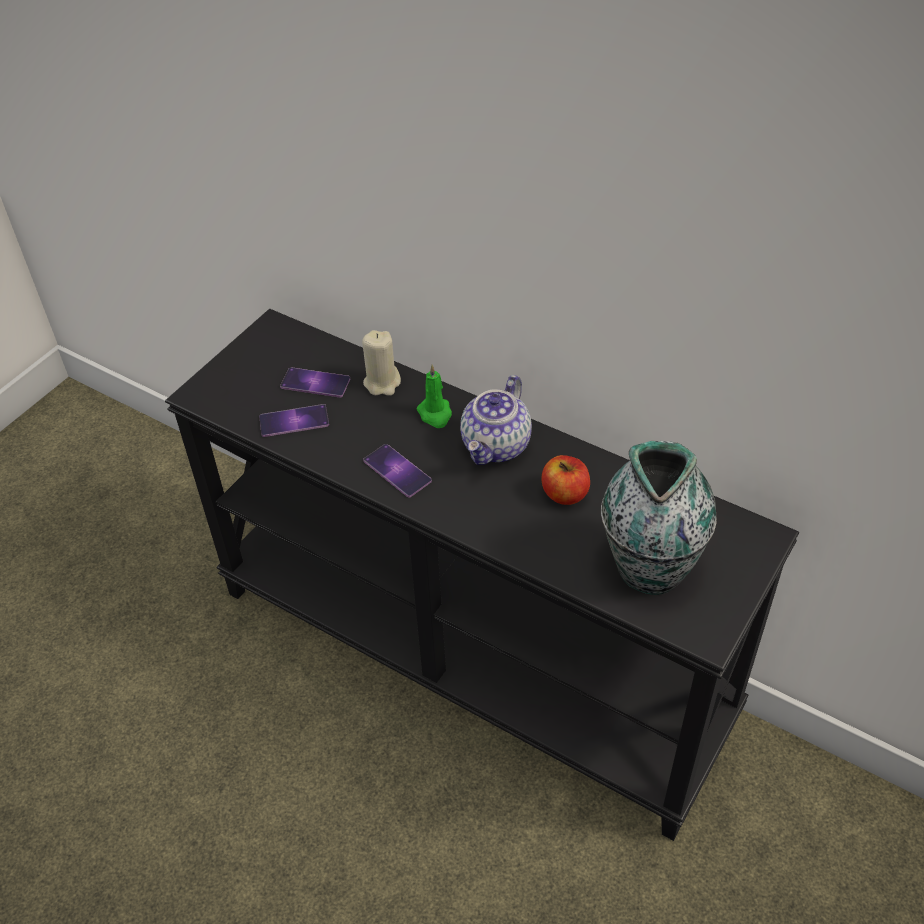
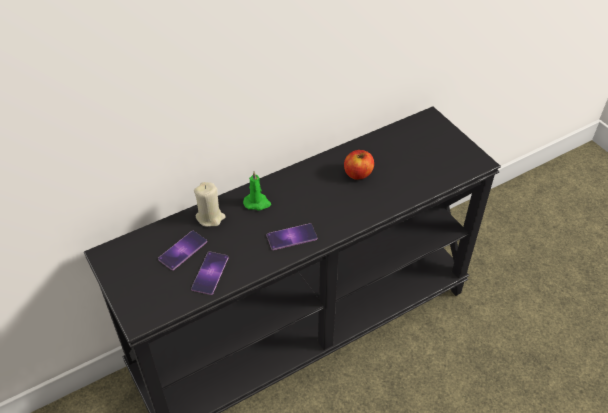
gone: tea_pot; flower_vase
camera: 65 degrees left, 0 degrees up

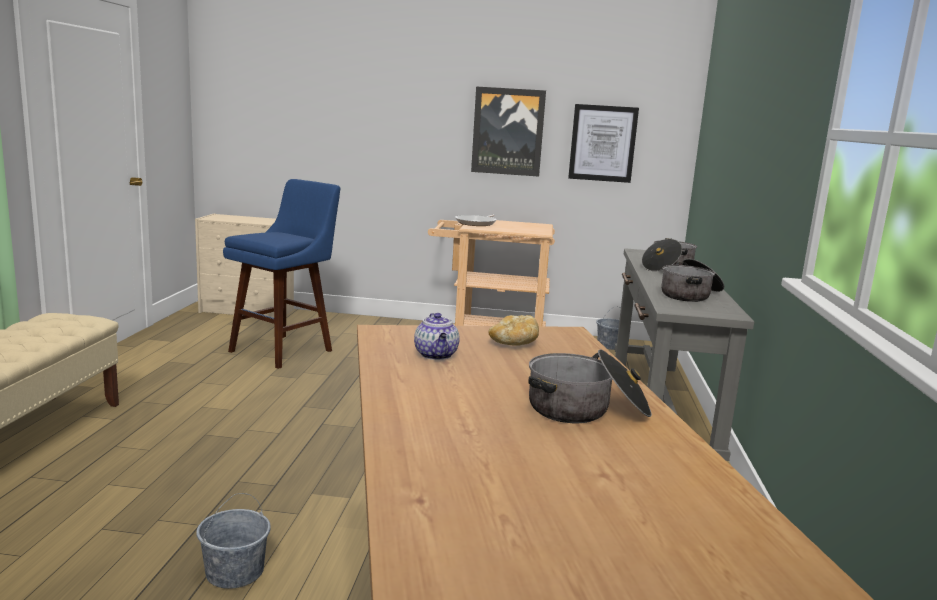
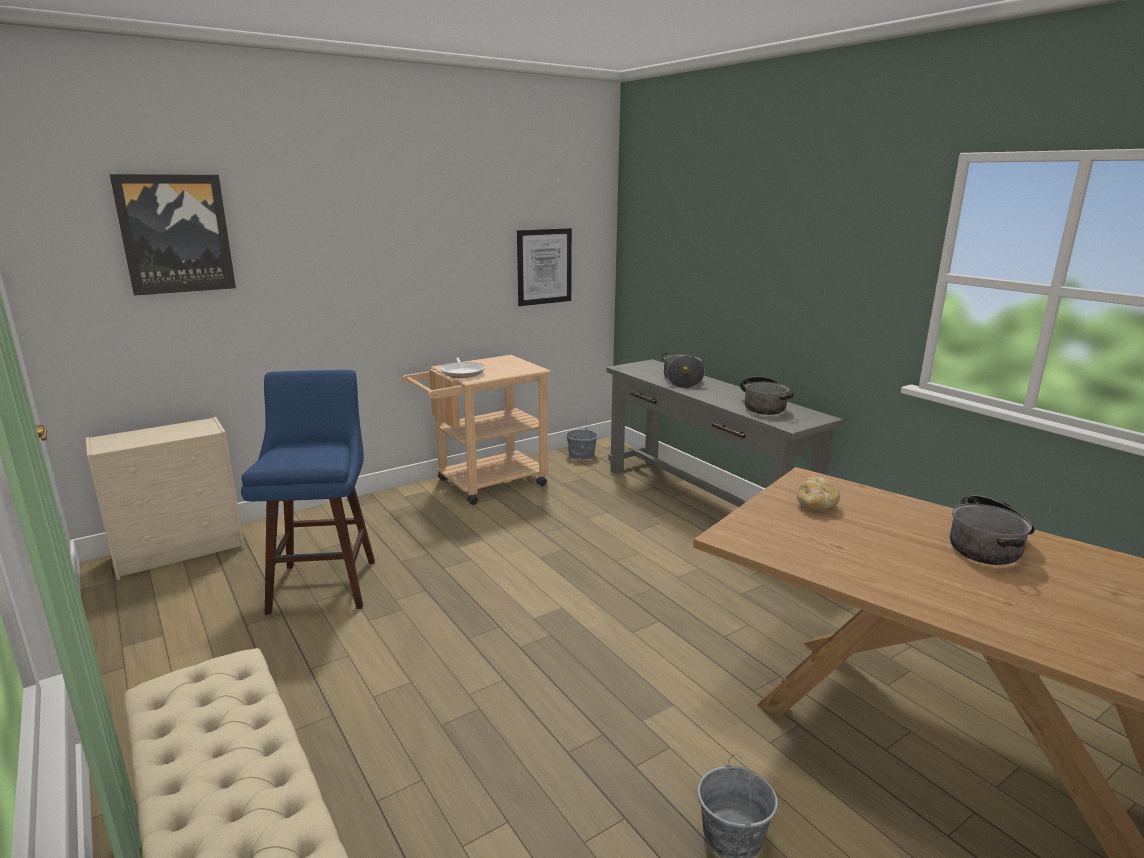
gone: tea_pot
shifted: wall_art (no. 1 from left)
camera: 40 degrees left, 5 degrees up

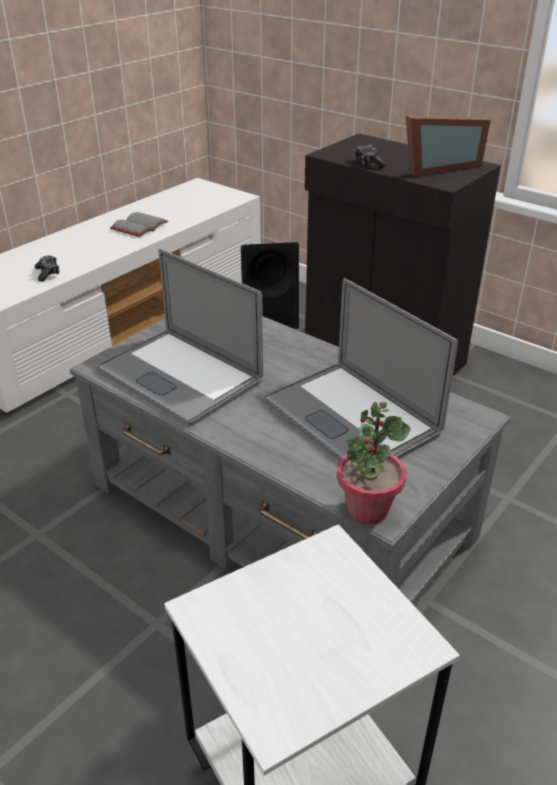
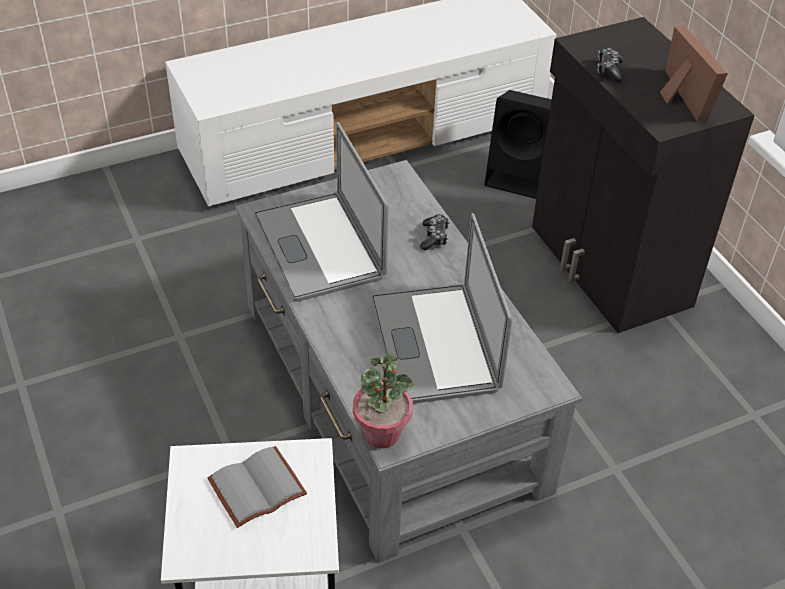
shifted: game_controller (no. 1 from left); gray_volume
rotated: standing_frame 105 degrees counterclockwise
camera: 25 degrees right, 10 degrees up

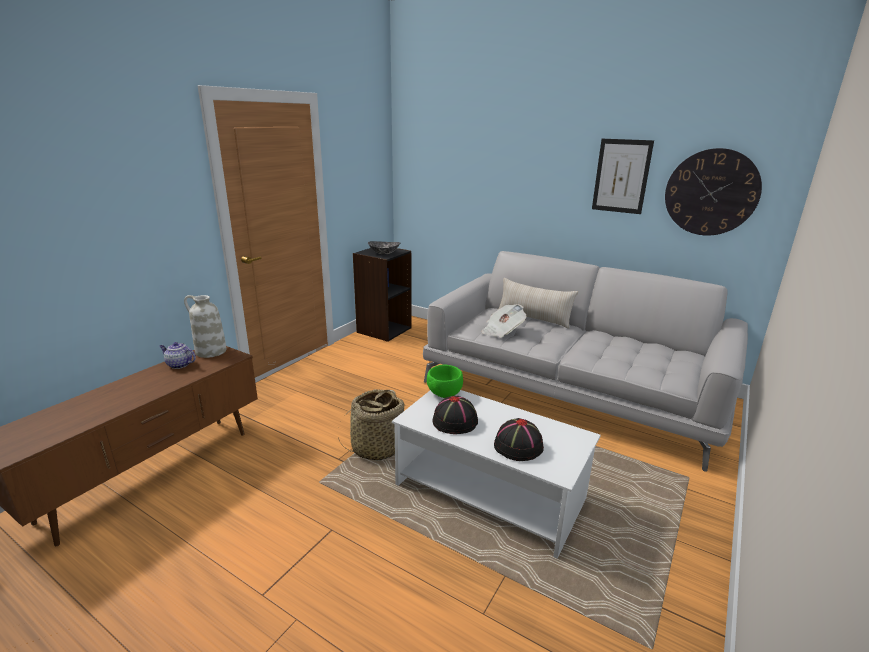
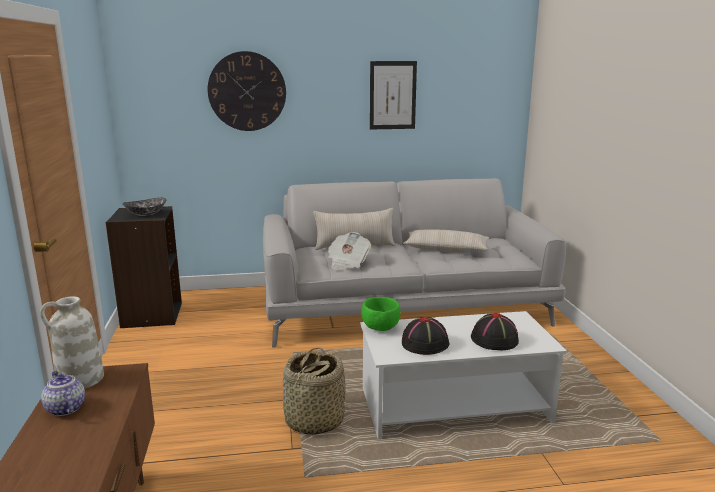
new: beige-coloured_throw_pillow (no. 2 from left)
shifted: clock_on_the_wall
rotated: tea_pot 75 degrees clockwise
camera: 40 degrees left, 5 degrees down

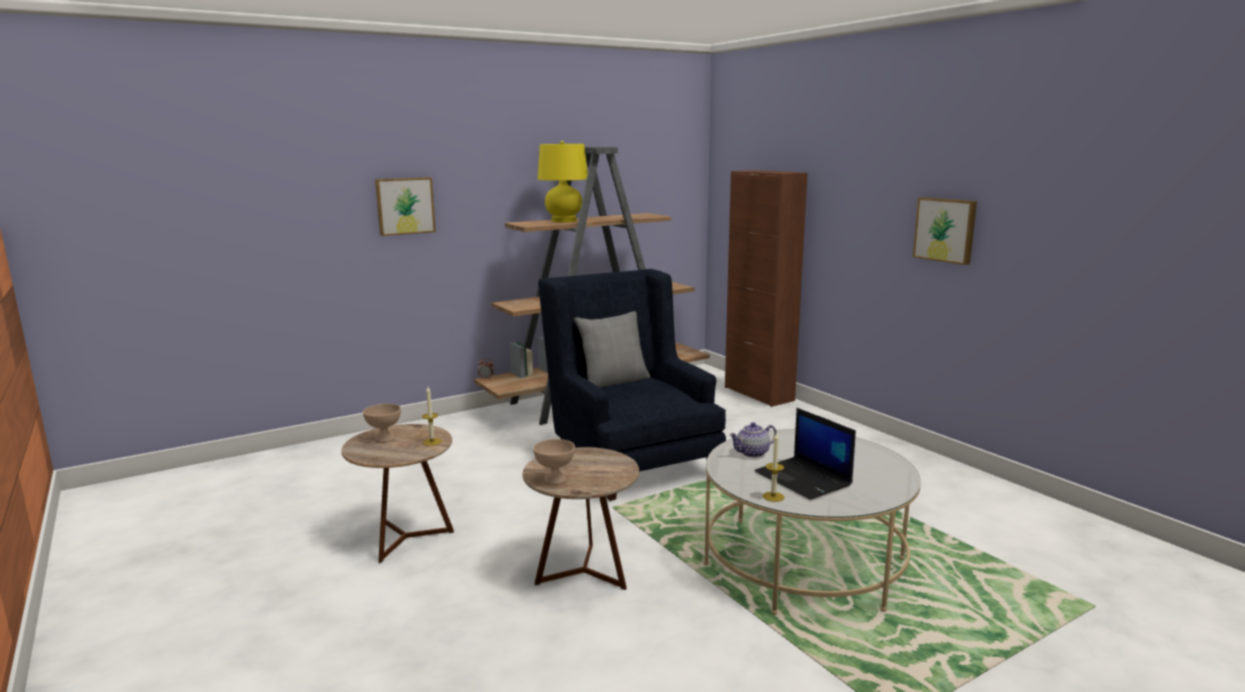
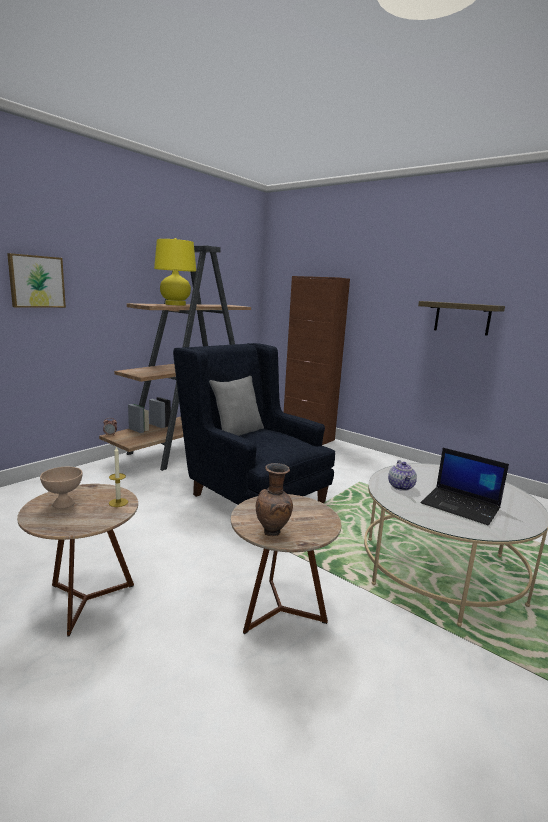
gone: wax_light (no. 2 from left)
swapped: beige-coloured_bowl (no. 2 from left) to brown_flower_vase; wall_art (no. 2 from left) to wall_shelf
rotated: tea_pot 45 degrees counterclockwise
camera: 20 degrees left, 0 degrees up

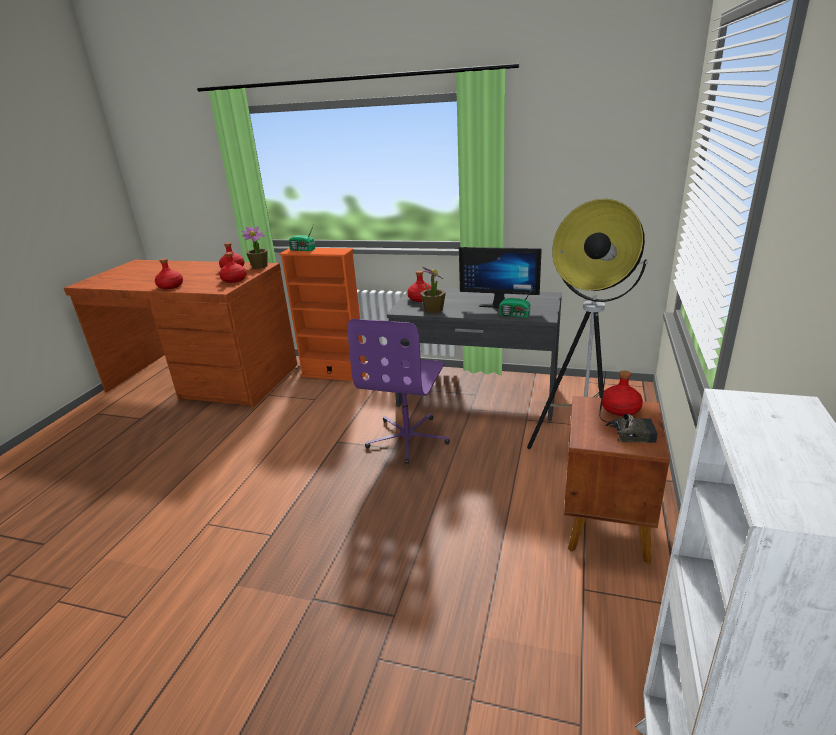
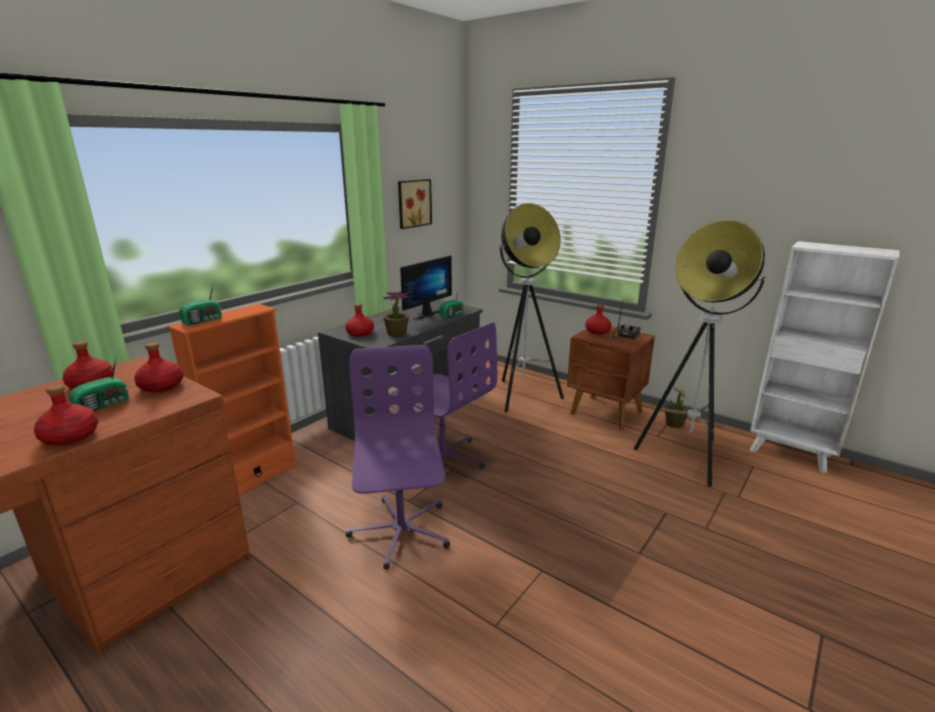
new: radio_receiver (no. 1 from left); purple_office_chair (no. 1 from left); wall_art; floor_lamp (no. 2 from left)
shifted: potted_plant (no. 1 from left in the first image) to potted_plant (no. 2 from left)
camera: 70 degrees left, 5 degrees down

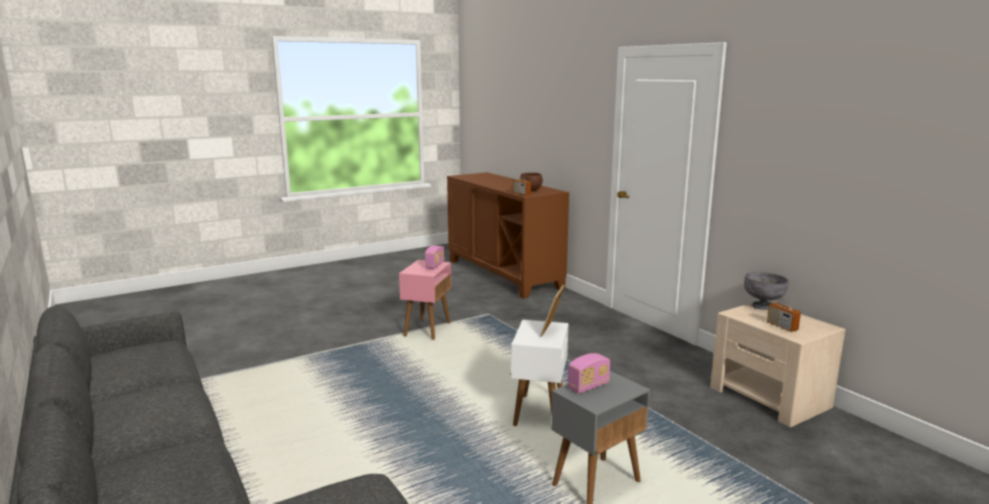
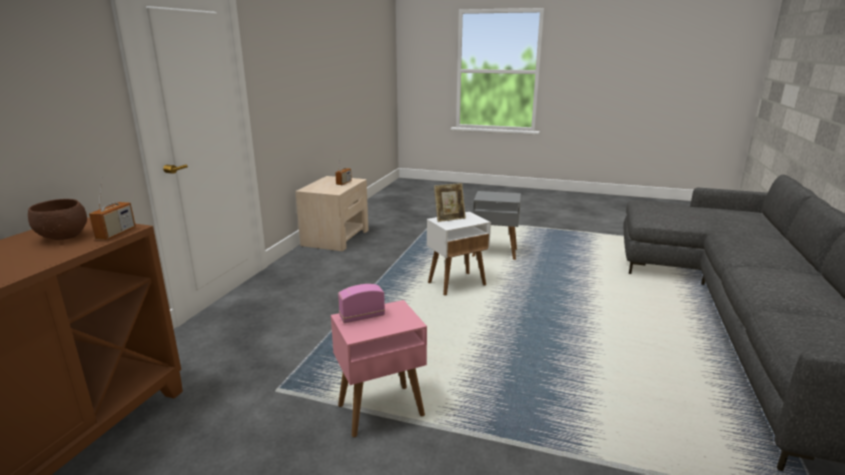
gone: radio_receiver (no. 3 from left); gray_bowl
camera: 130 degrees left, 5 degrees up

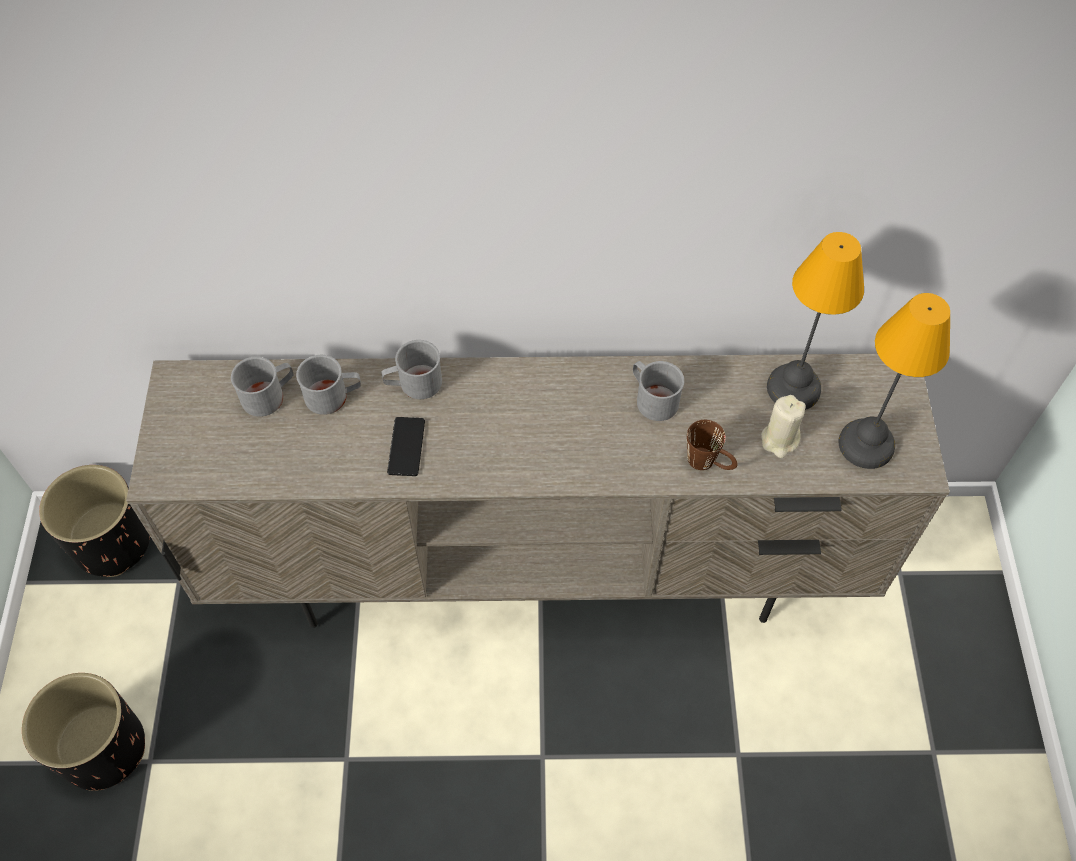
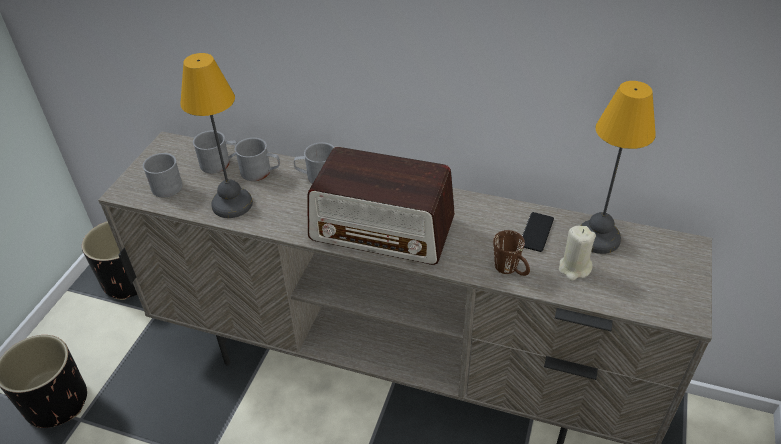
new: radio_receiver
shifted: telephone; gray_coffee_mug (no. 4 from left in the first image) to gray_coffee_mug (no. 1 from left); lamp_for_a_table (no. 2 from left in the first image) to lamp_for_a_table (no. 1 from left)
camera: 20 degrees right, 15 degrees down

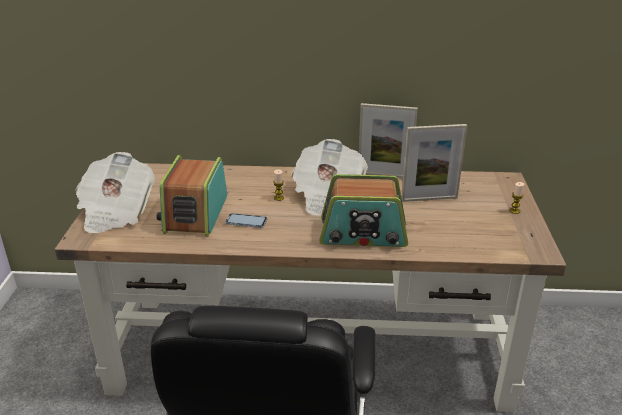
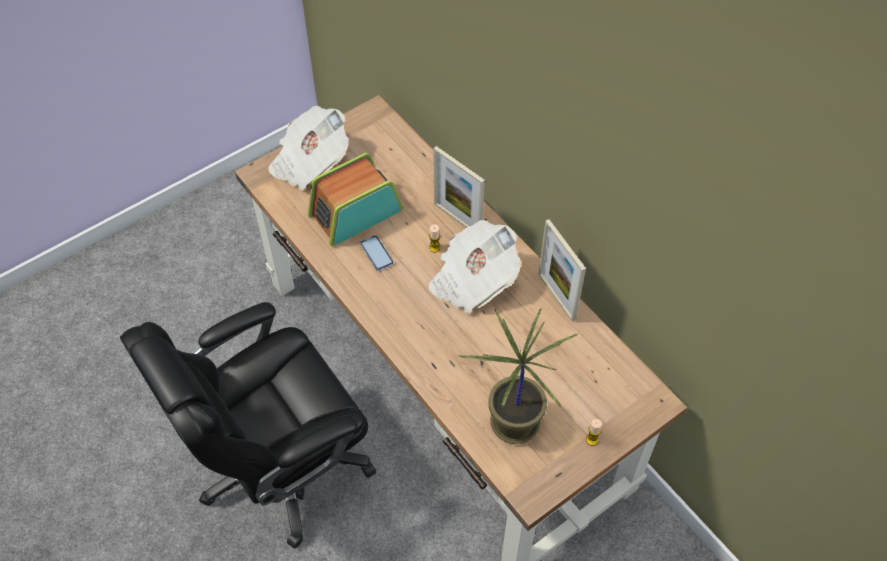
gone: radio_receiver (no. 2 from left)
new: potted_plant
shifted: standing_frame (no. 2 from left in the first image) to standing_frame (no. 1 from left)
camera: 50 degrees right, 25 degrees up

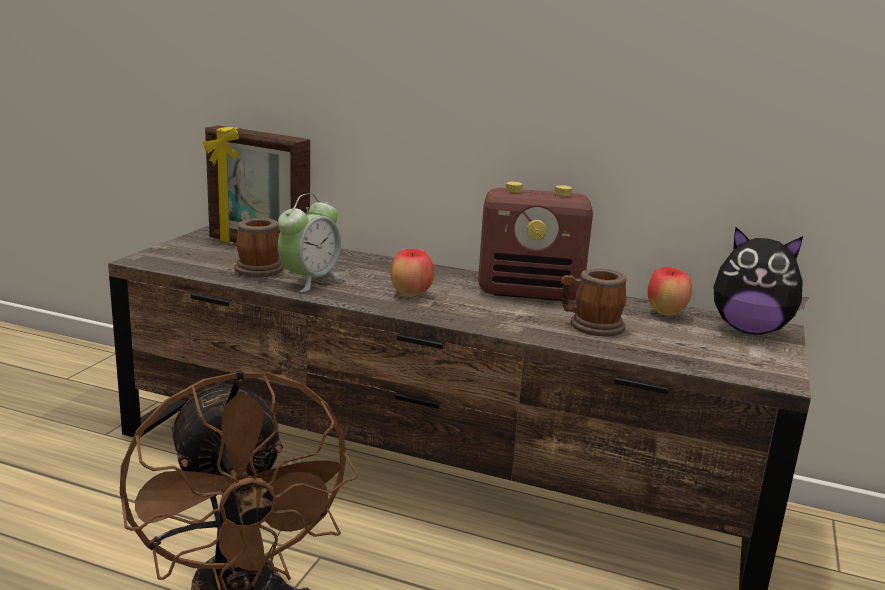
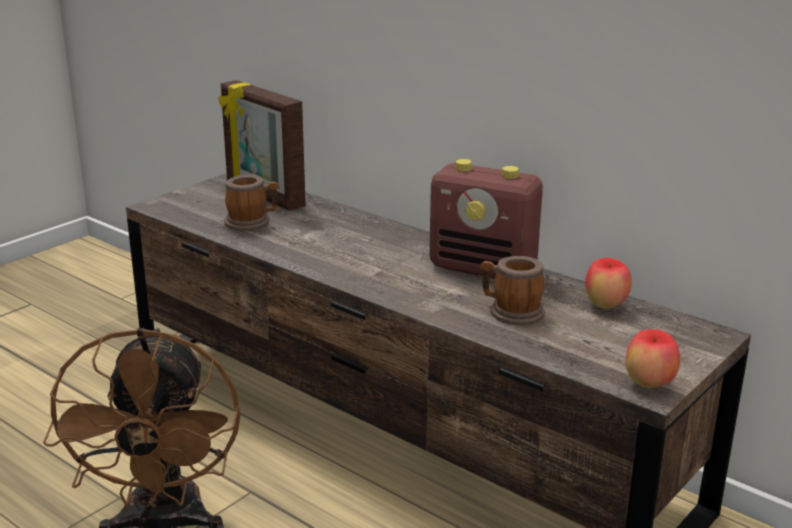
gone: bedside_clock; cuddly_toy
shifted: apple_fruit (no. 1 from left in the first image) to apple_fruit (no. 2 from left)
camera: 20 degrees right, 5 degrees up

